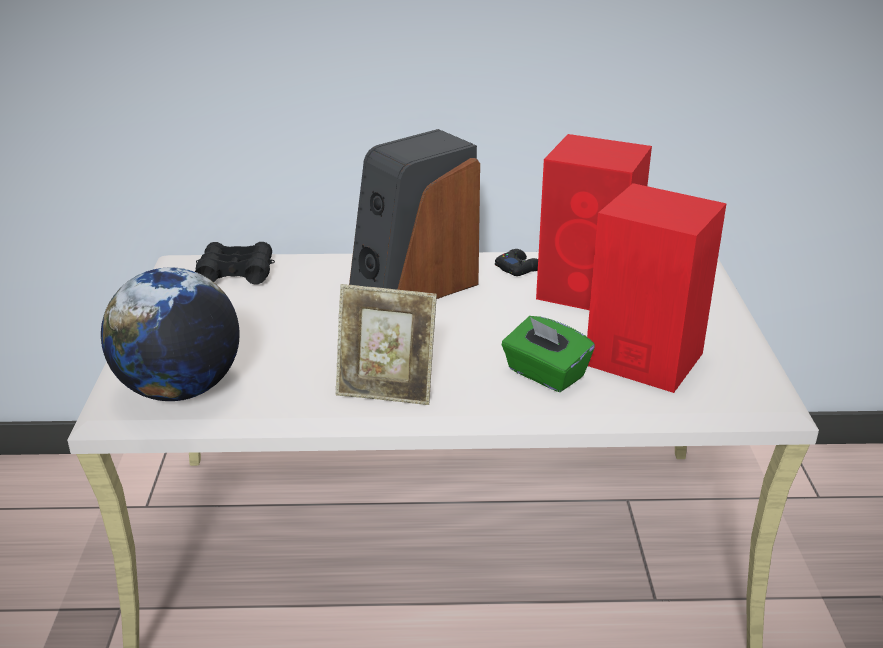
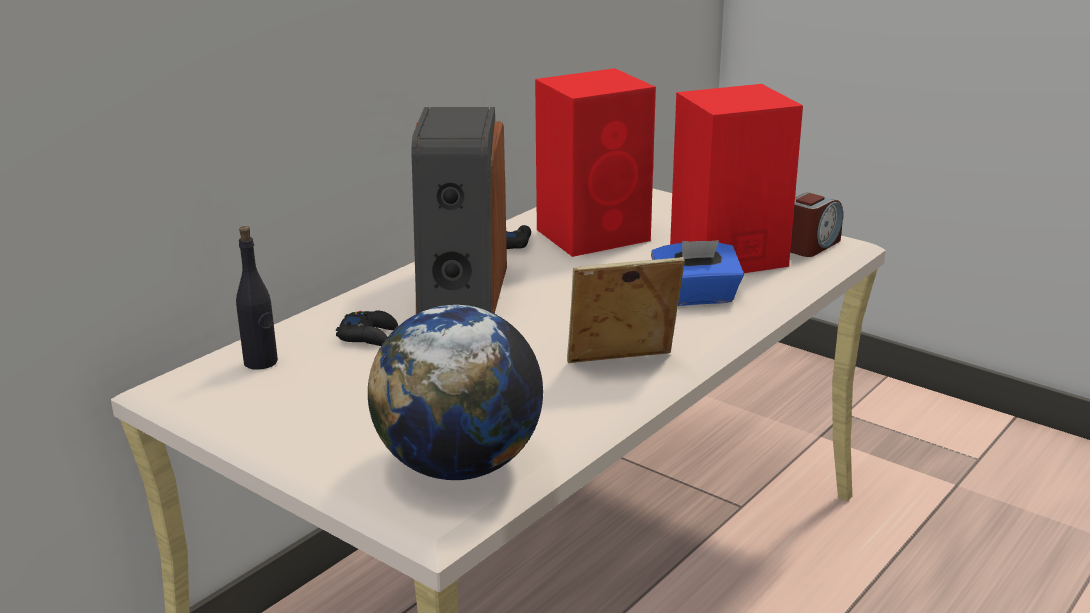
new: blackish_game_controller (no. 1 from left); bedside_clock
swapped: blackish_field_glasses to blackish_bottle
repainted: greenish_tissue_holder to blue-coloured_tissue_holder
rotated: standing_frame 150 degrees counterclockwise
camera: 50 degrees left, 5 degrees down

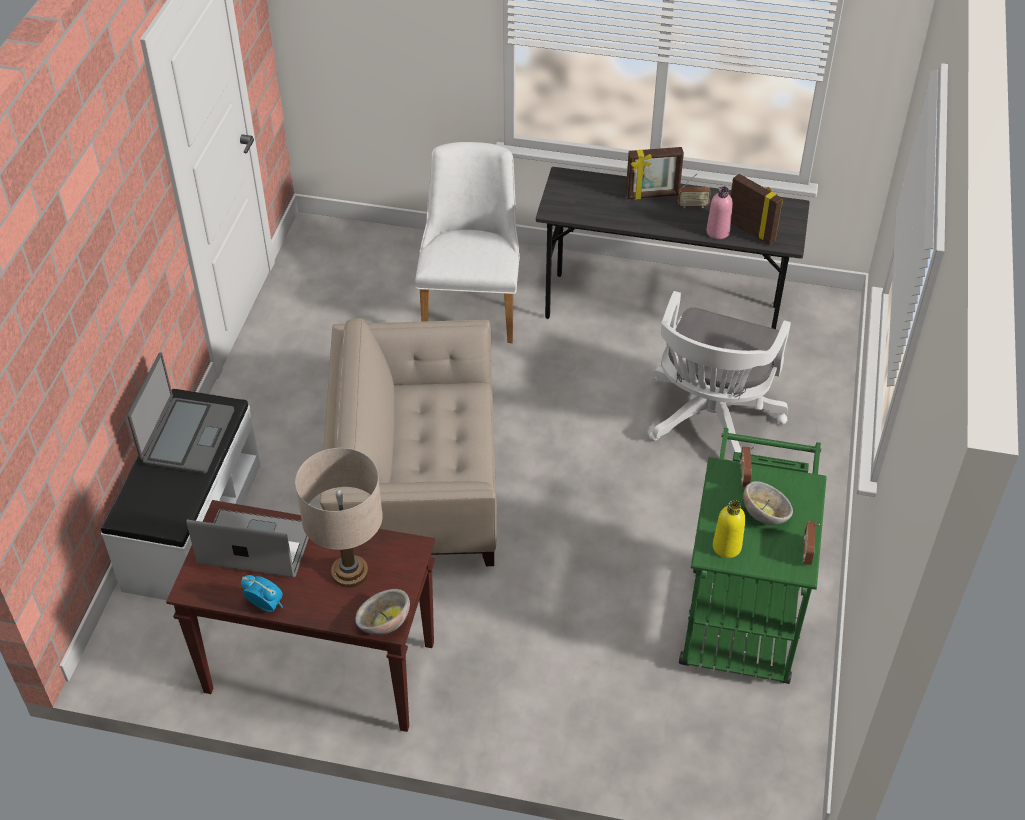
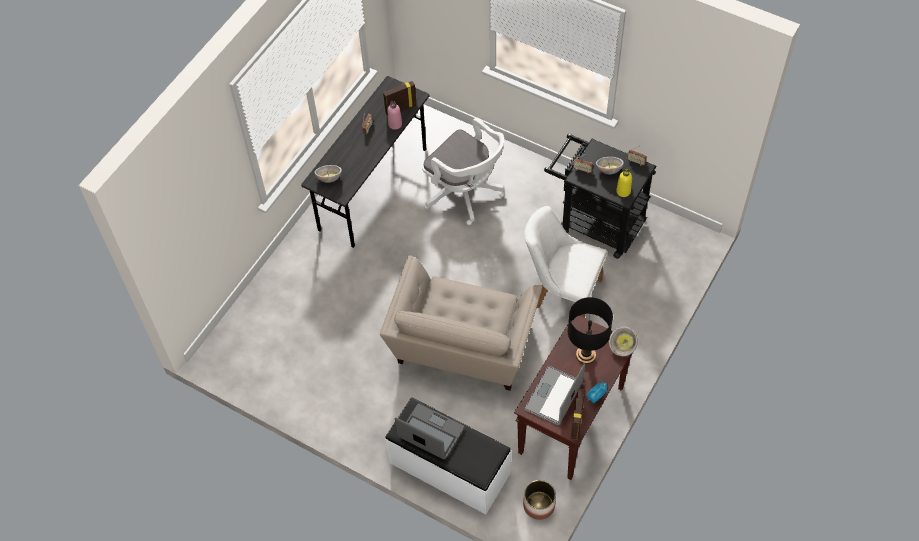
new: bowl (no. 1 from left); planter
shifted: white-coloured_chair; standing_frame (no. 1 from left in the first image) to standing_frame (no. 2 from left)
repainted: beige-coloured_lamp_for_a_table to blackish_lamp_for_a_table; greenish_cart to blackish_cart
camera: 70 degrees left, 10 degrees up

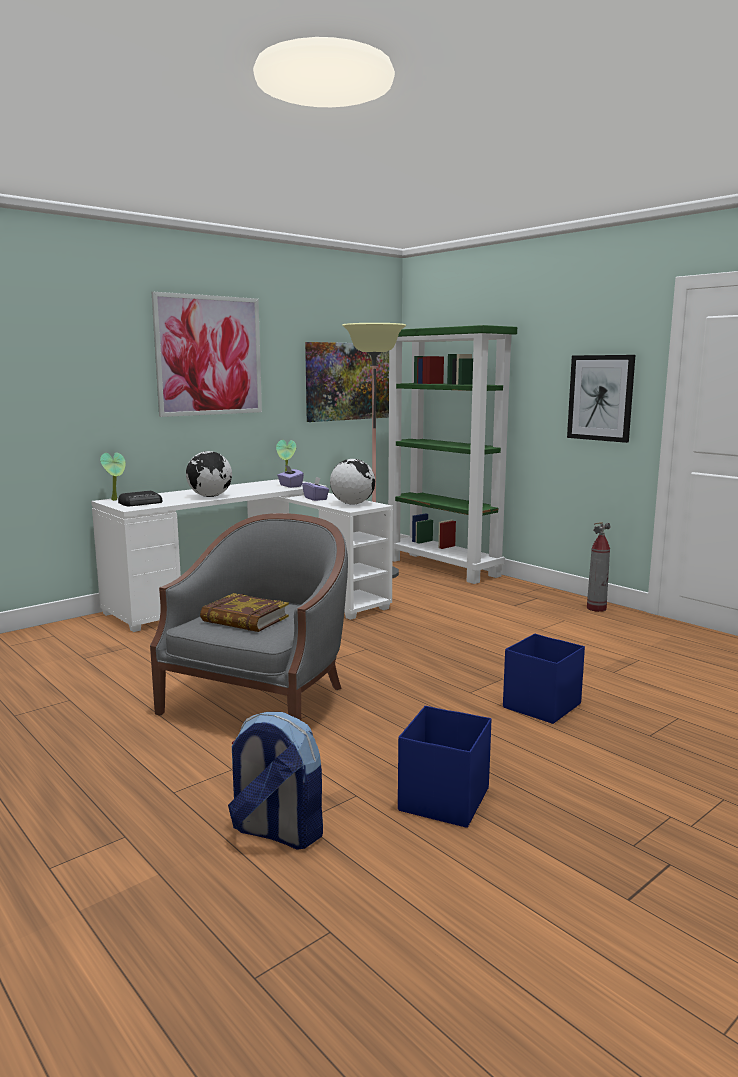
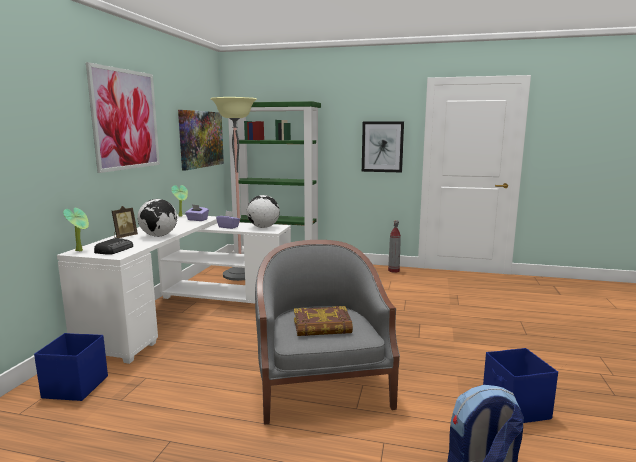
new: standing_frame
shifted: blue-coloured_storage_container (no. 2 from left in the first image) to blue-coloured_storage_container (no. 1 from left)
camera: 35 degrees left, 0 degrees up

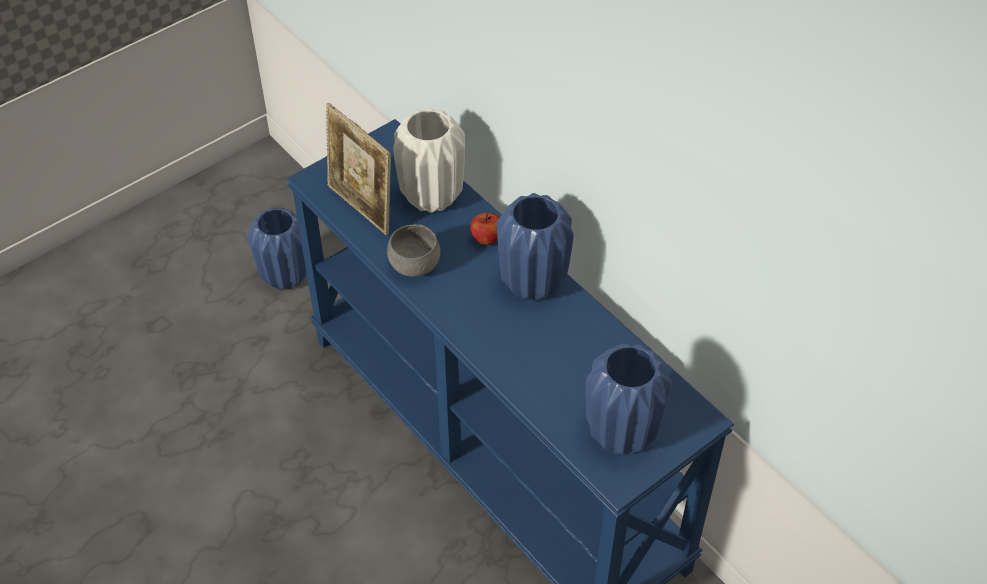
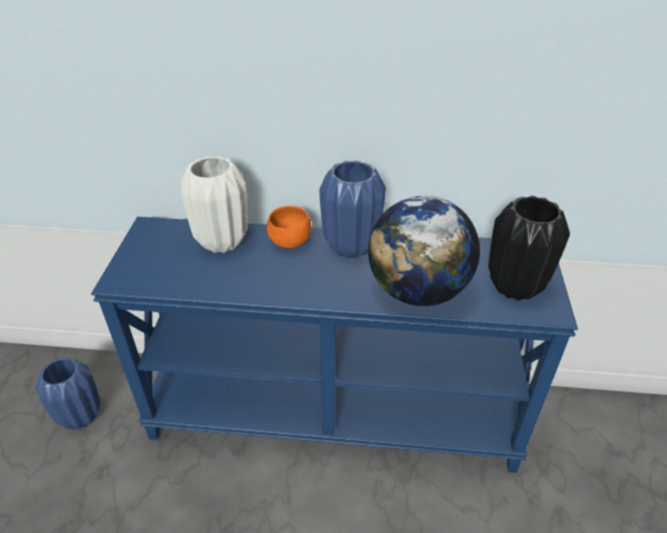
gone: standing_frame; gray_bowl
new: globe
swapped: apple_fruit to orangey_bowl
repainted: blue-coloured_flower_vase (no. 3 from left) to blackish_flower_vase
camera: 45 degrees left, 10 degrees down

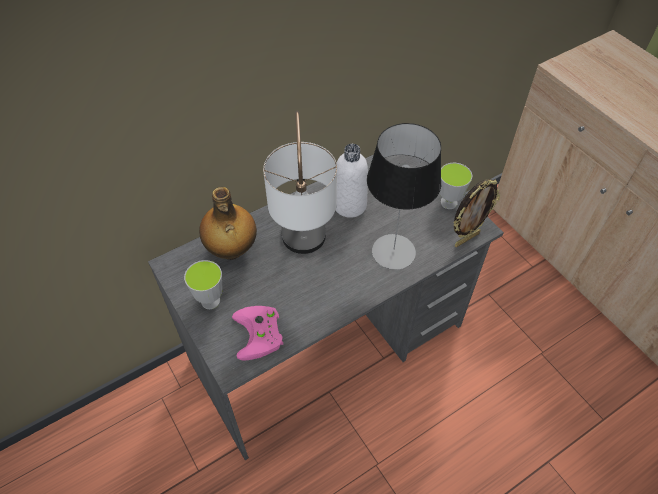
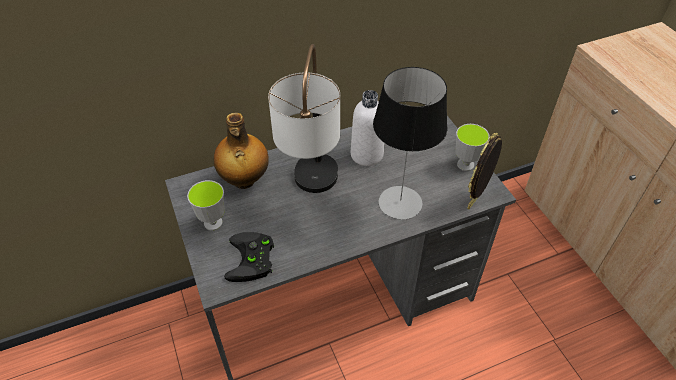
repainted: pink_game_controller to blackish_game_controller
rotated: standing_frame 150 degrees clockwise
camera: 10 degrees right, 5 degrees down

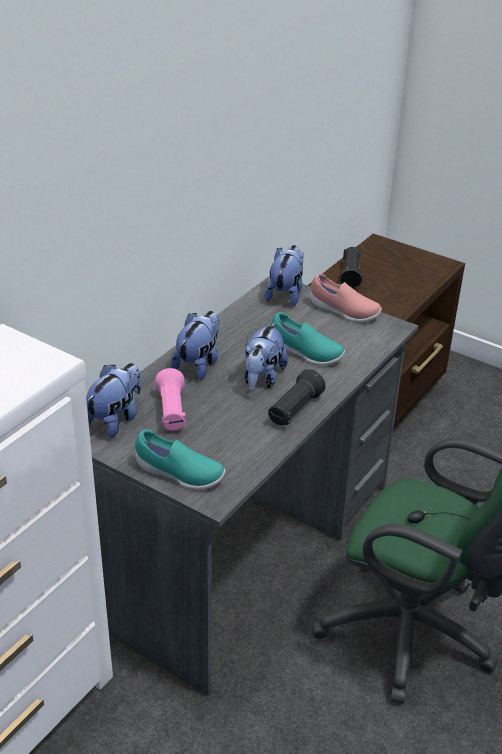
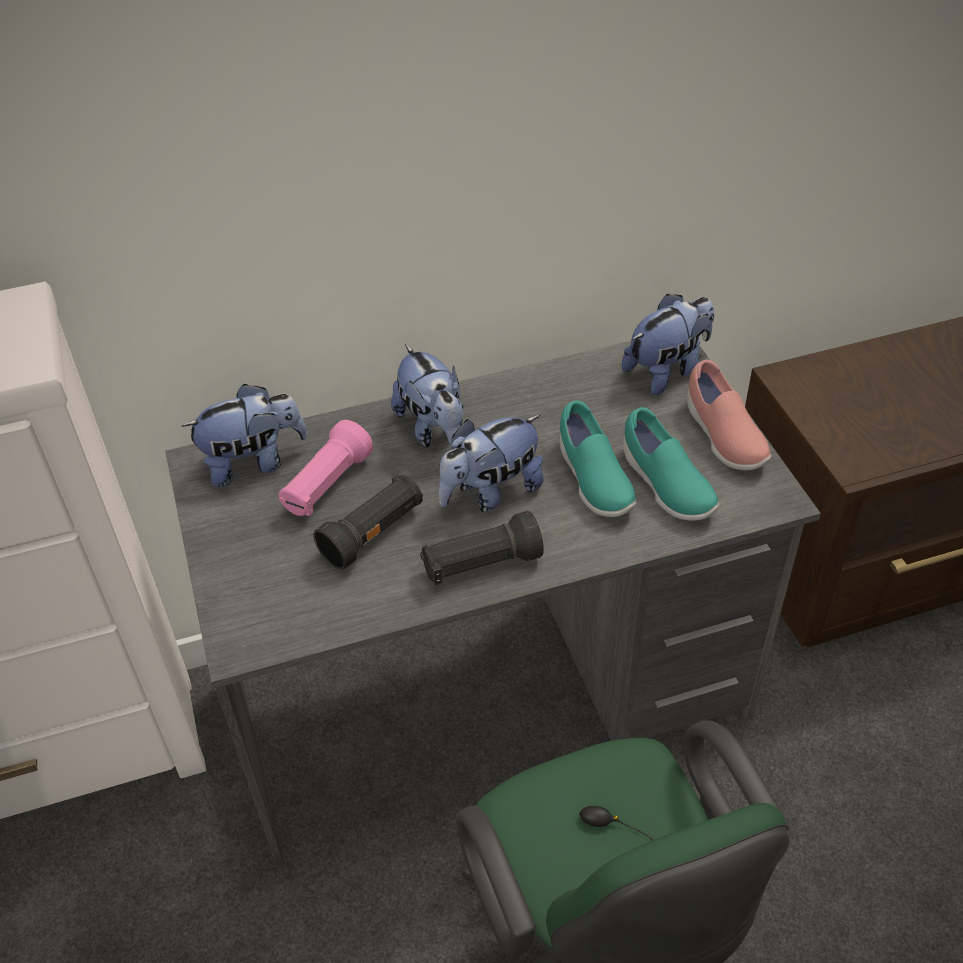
shifted: turquoise-coloured_low_shoe (no. 1 from left in the first image) to turquoise-coloured_low_shoe (no. 2 from left); blackish_torch (no. 2 from left in the first image) to blackish_torch (no. 1 from left)
rotated: cuddly_toy (no. 2 from left) 90 degrees clockwise
camera: 40 degrees right, 10 degrees up

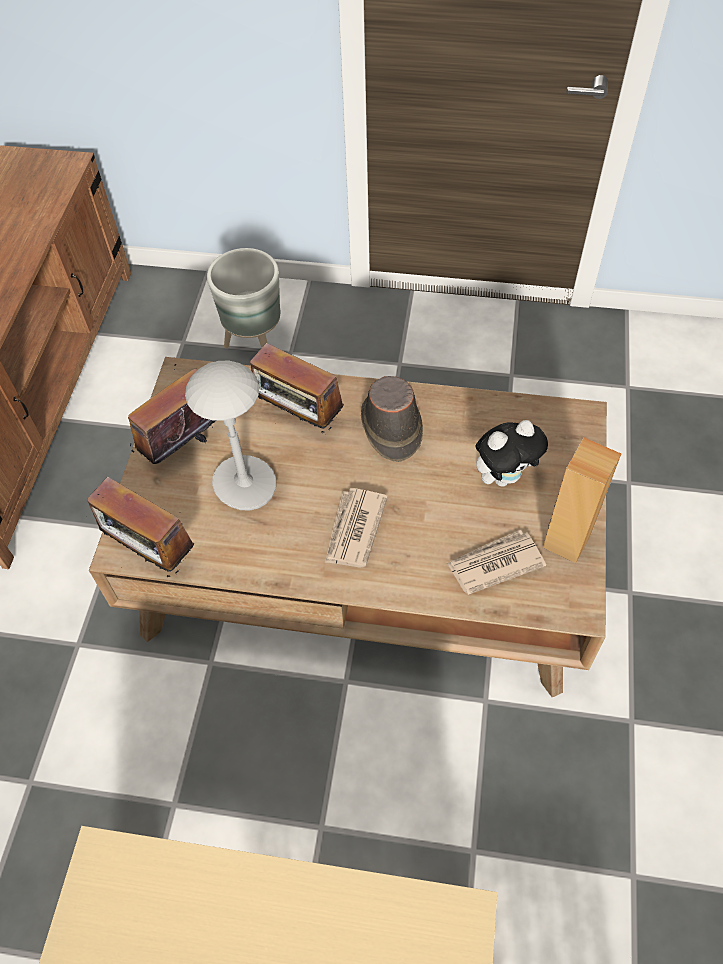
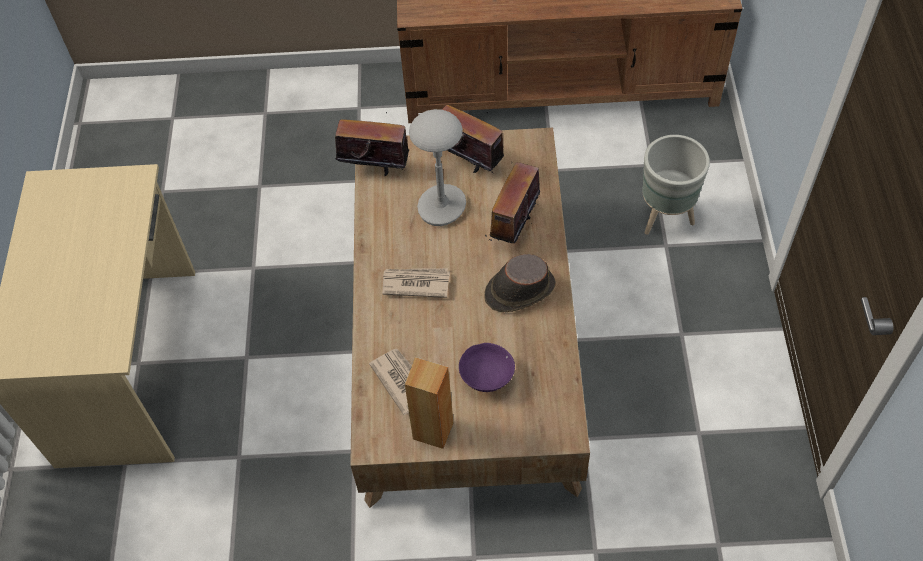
swapped: cuddly_toy to purple_bowl
rotated: radio_receiver (no. 1 from left) 75 degrees clockwise
camera: 80 degrees right, 0 degrees up

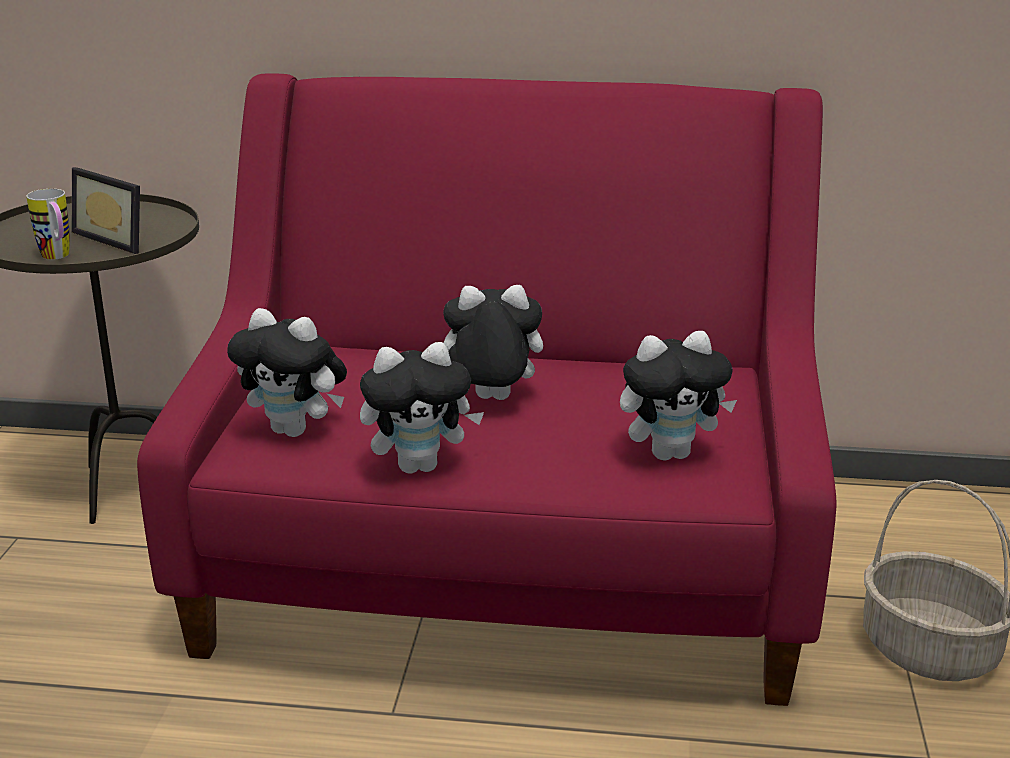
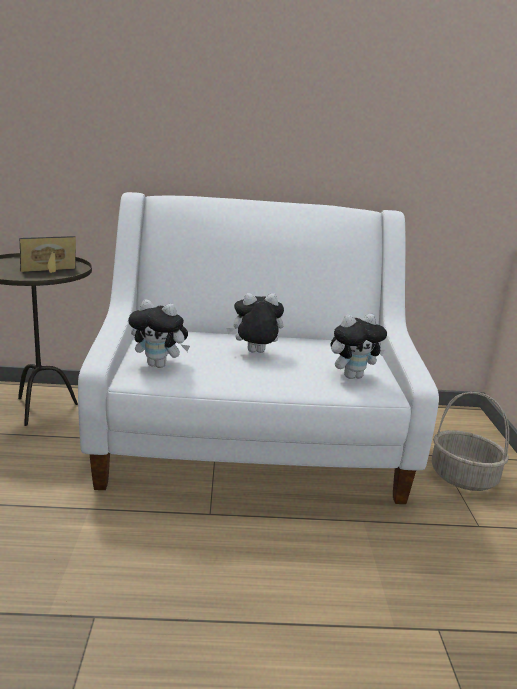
gone: coffee_mug; cuddly_toy (no. 2 from left)
repainted: red-coloured_settee to white-coloured_settee
rotated: standing_frame 120 degrees clockwise
camera: 10 degrees left, 5 degrees down

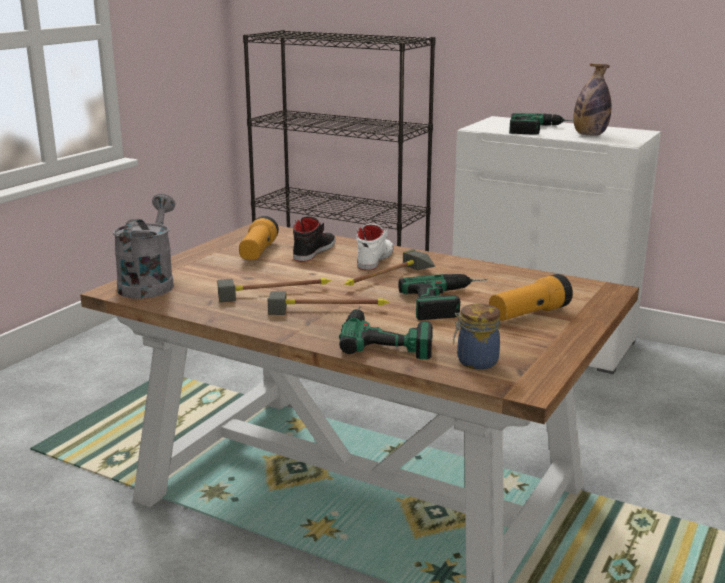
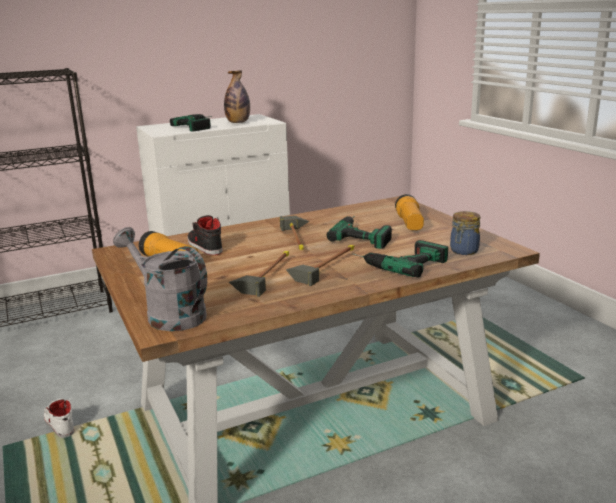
shifted: white-coloured_low_shoe
camera: 55 degrees left, 0 degrees up

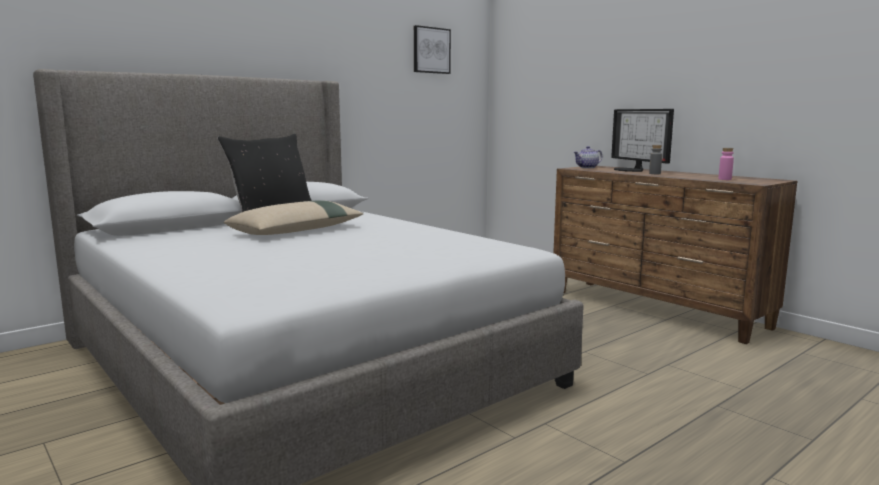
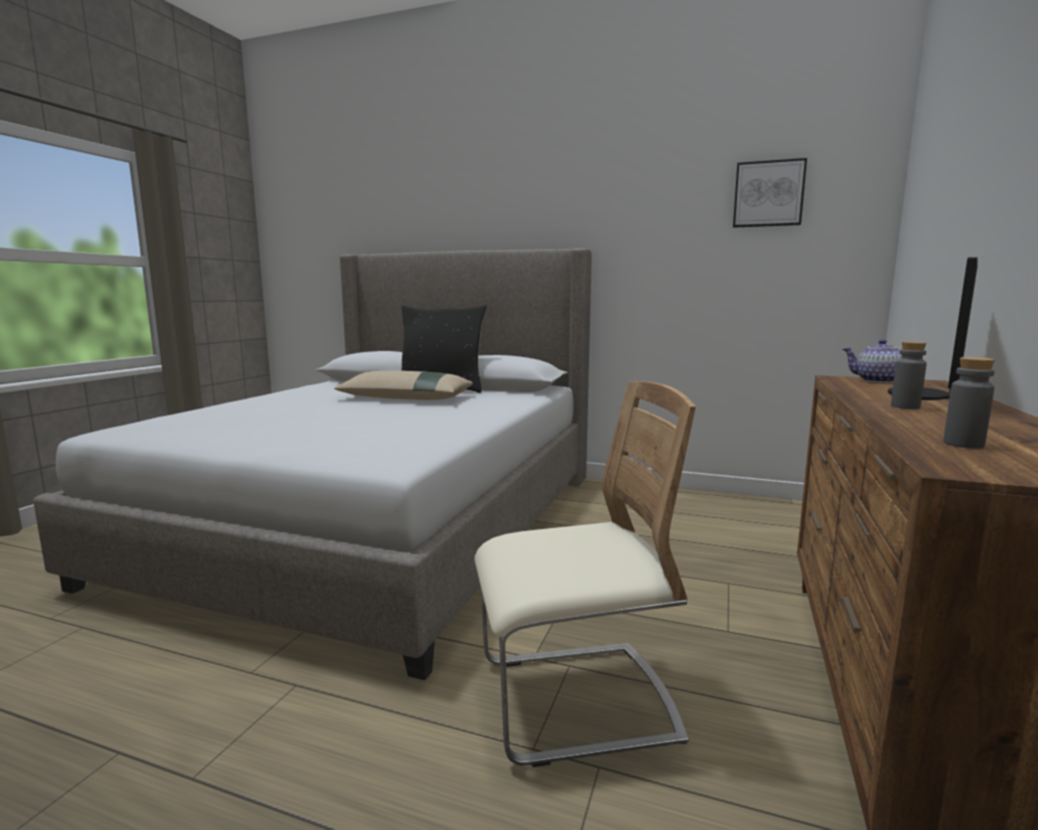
new: beige-coloured_chair
repainted: pink_bottle to gray_bottle (no. 2 from left)
camera: 60 degrees right, 0 degrees up

